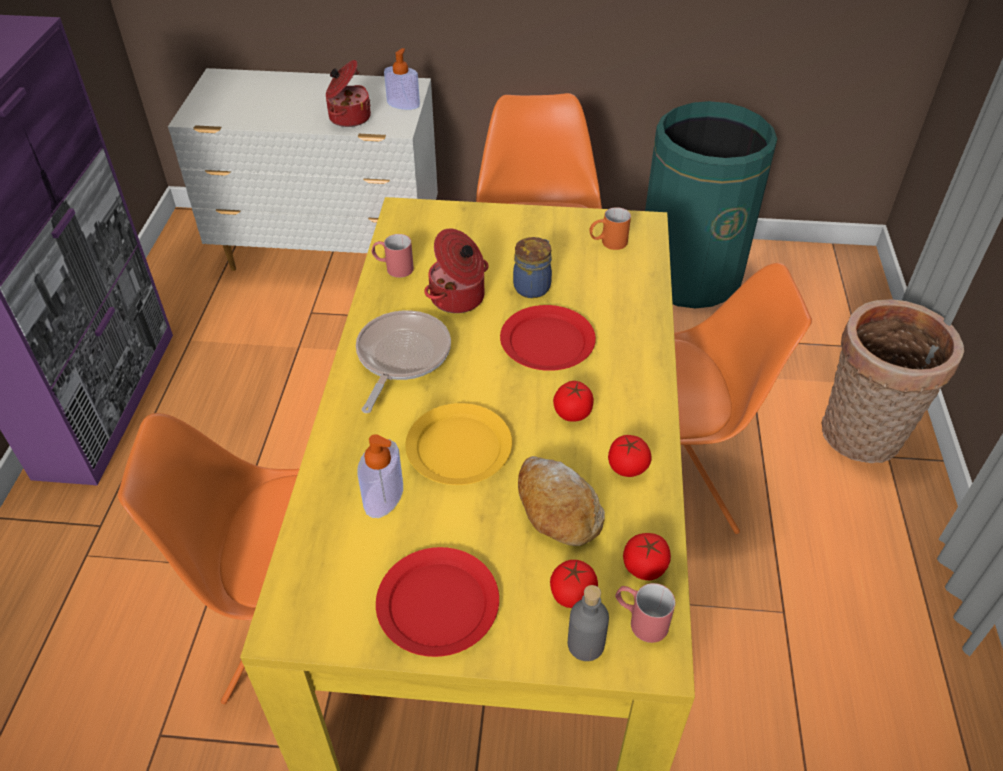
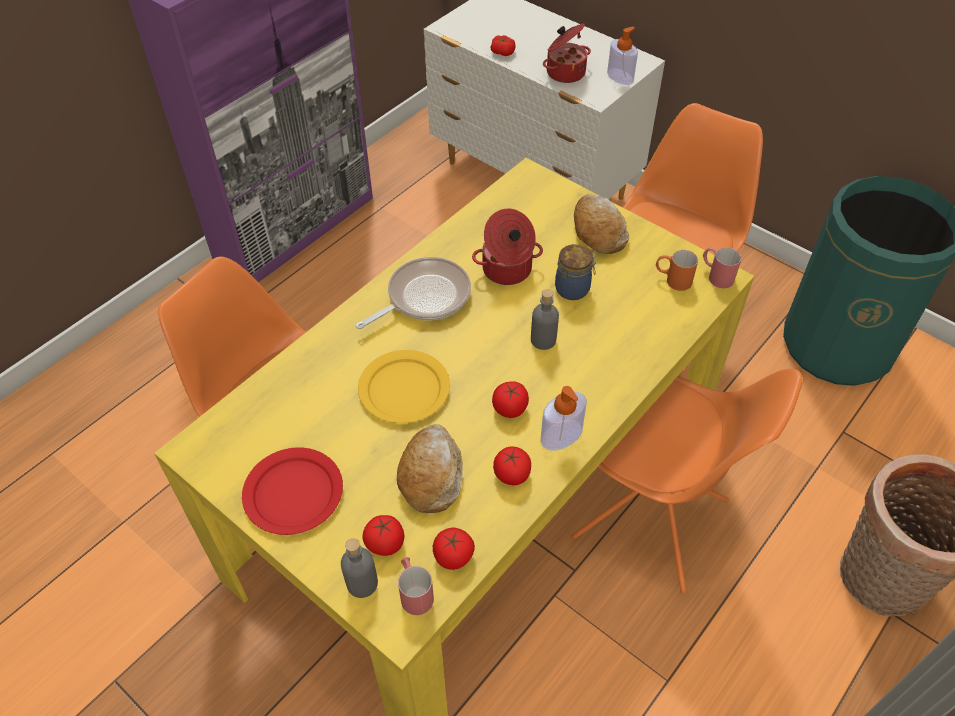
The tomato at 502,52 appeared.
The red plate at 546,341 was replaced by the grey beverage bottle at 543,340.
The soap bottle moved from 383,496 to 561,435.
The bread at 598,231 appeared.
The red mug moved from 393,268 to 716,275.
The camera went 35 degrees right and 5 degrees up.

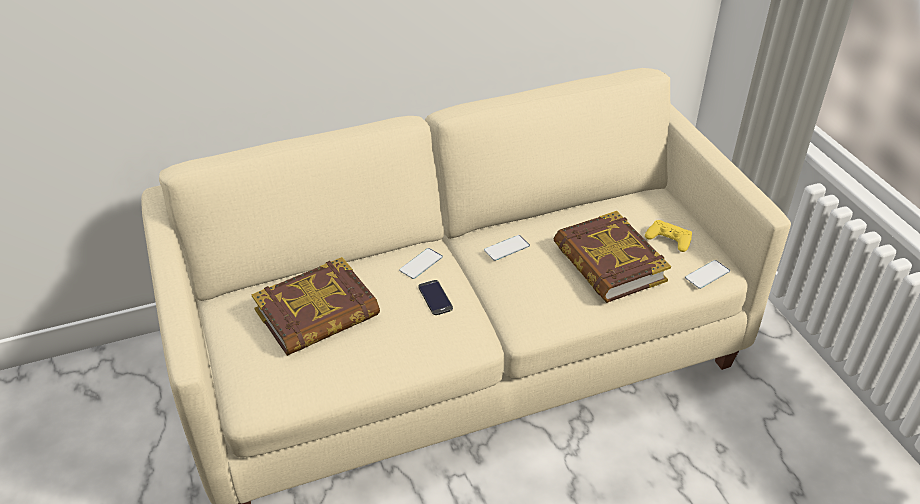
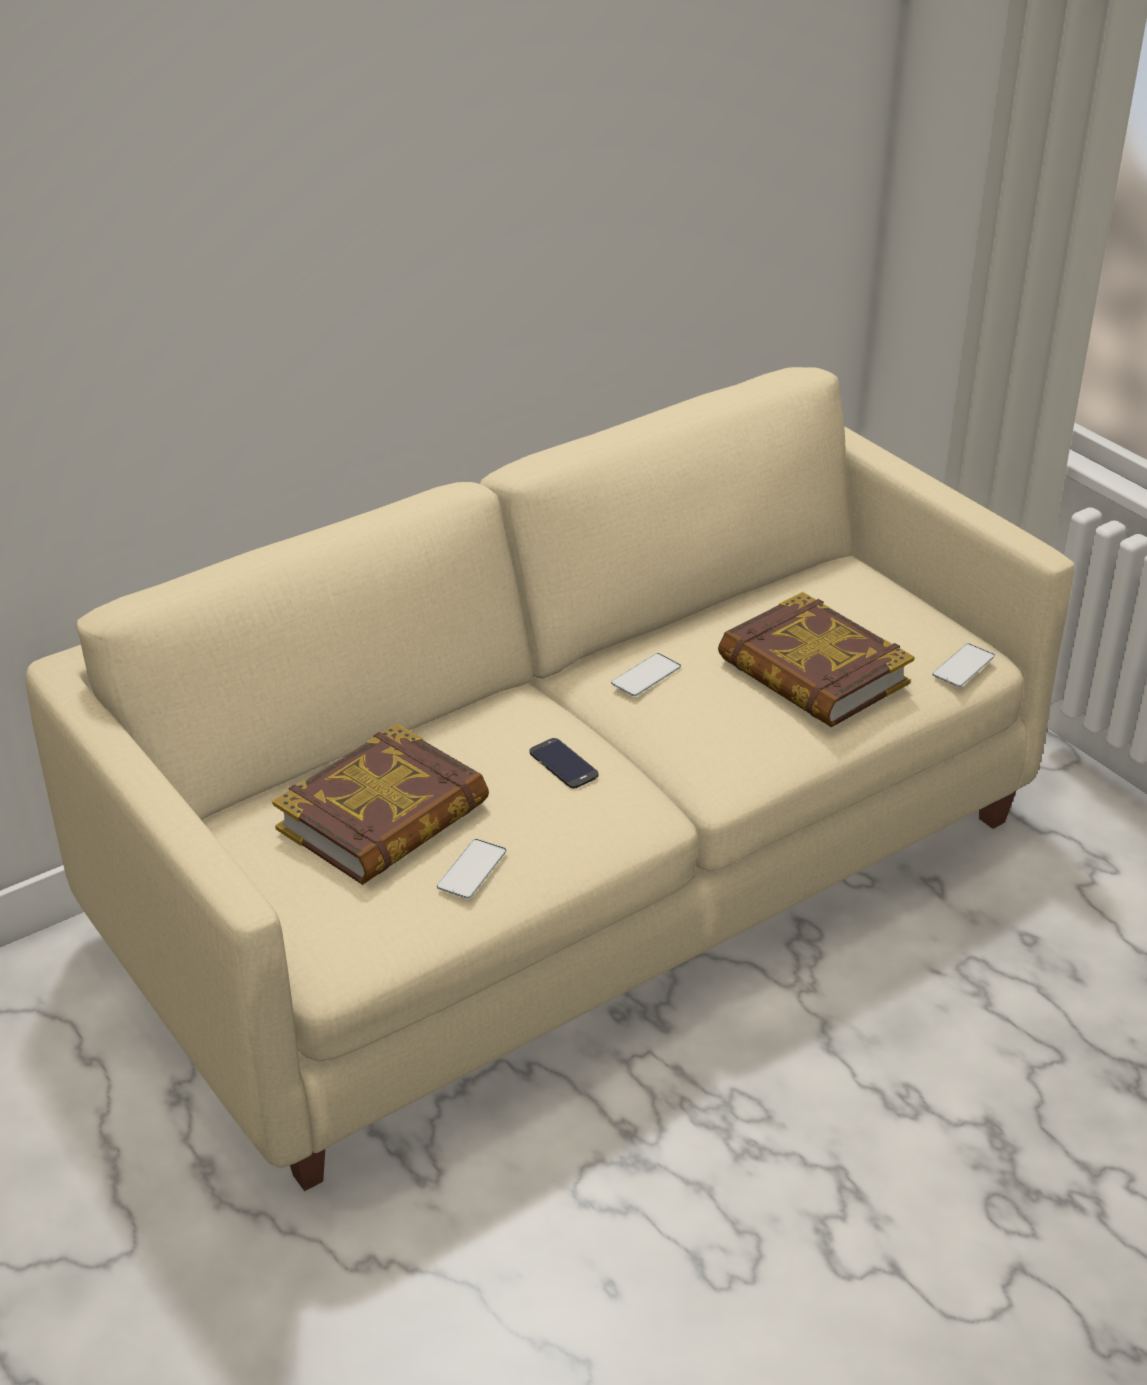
The handset moved from 421,263 to 472,869.
The yellow joypad at 669,239 disappeared.
The camera went 15 degrees left and 5 degrees down.

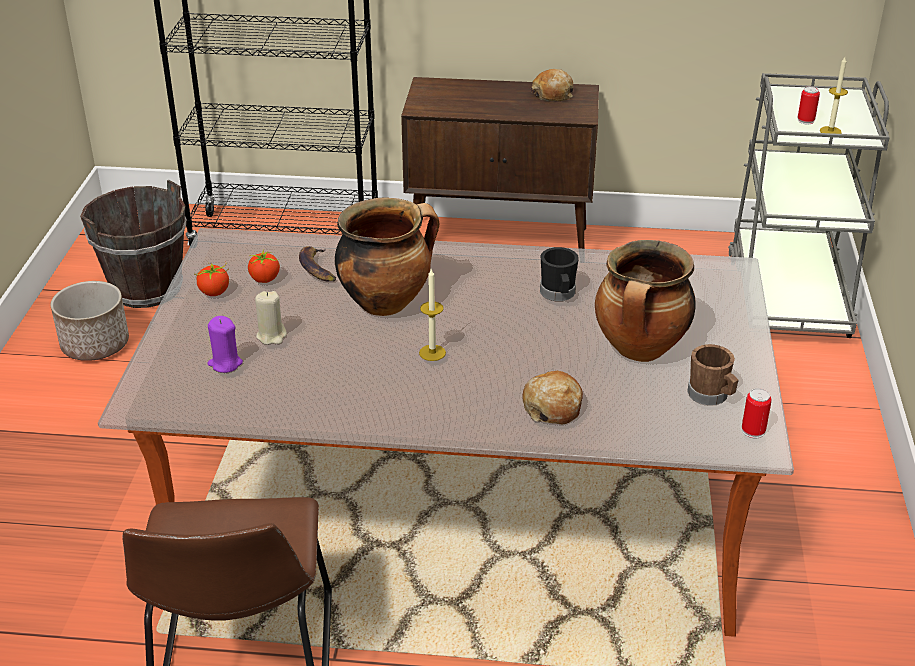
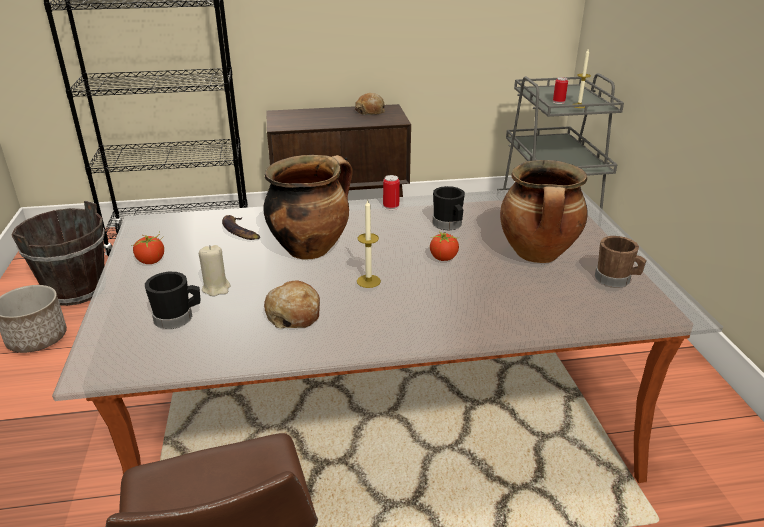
The purple wax light at 225,363 was replaced by the black-coloured mug at 178,318.
The bread moved from 552,407 to 294,314.
The metal can moved from 753,431 to 391,207.
The tomato moved from 265,279 to 443,258.
The camera went 15 degrees left and 5 degrees down.

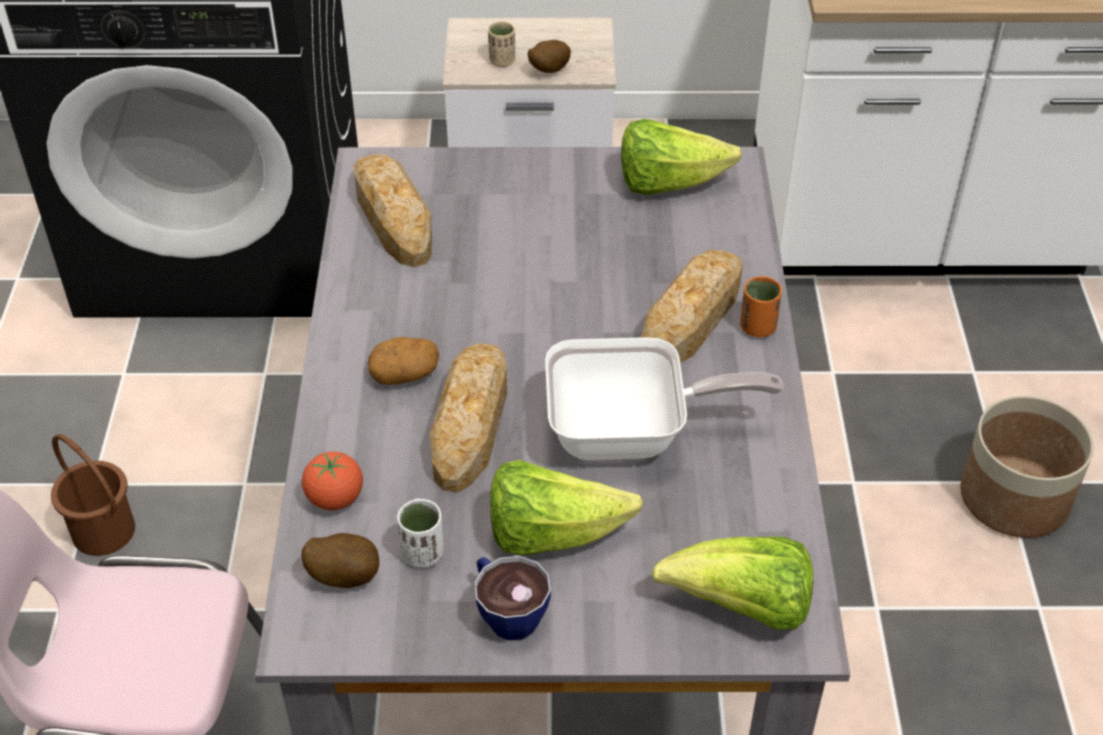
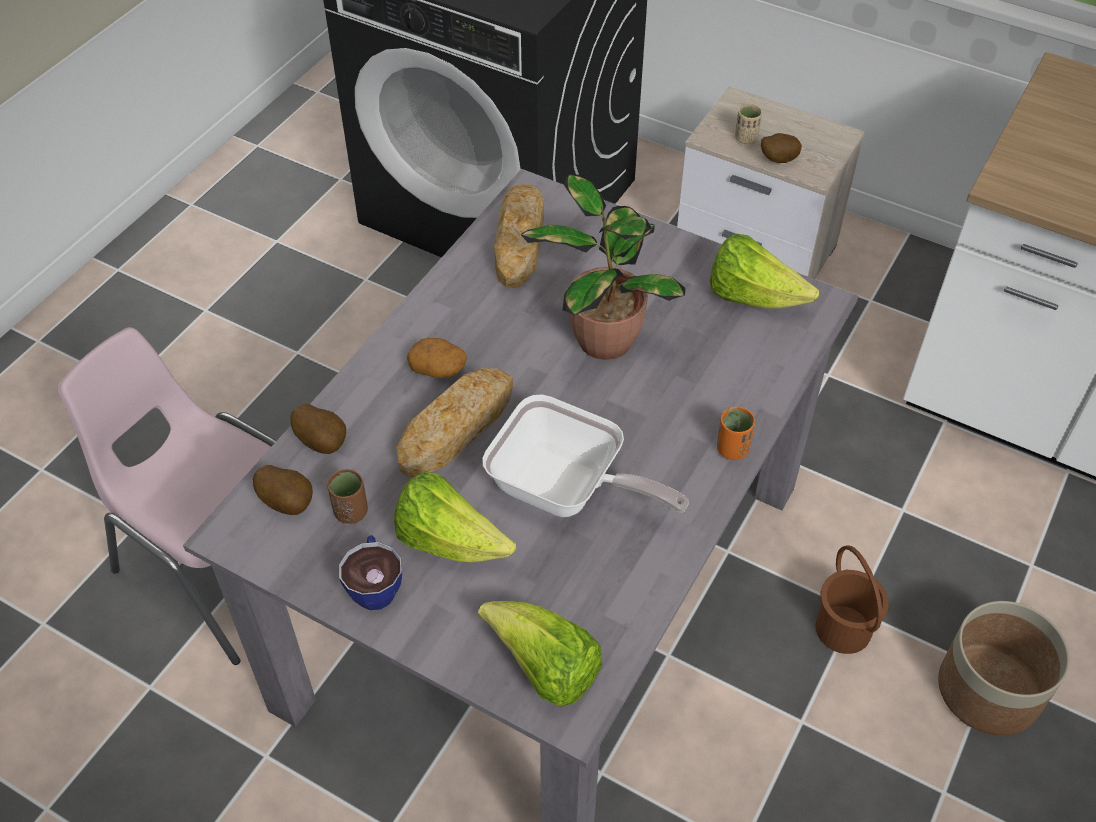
The tomato at 335,498 was replaced by the spud at 323,442.
The white-coloured small cup at 423,553 became the brown small cup at 351,512.
The potted plant at 601,337 appeared.
The brown bucket moved from 104,530 to 844,628.
The bread at 693,316 disappeared.
The camera went 30 degrees right and 5 degrees up.

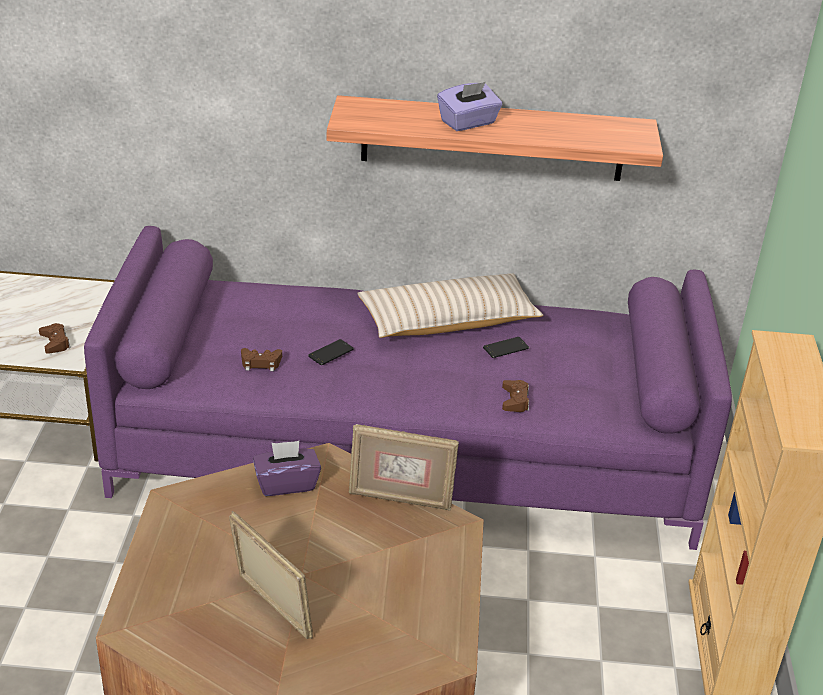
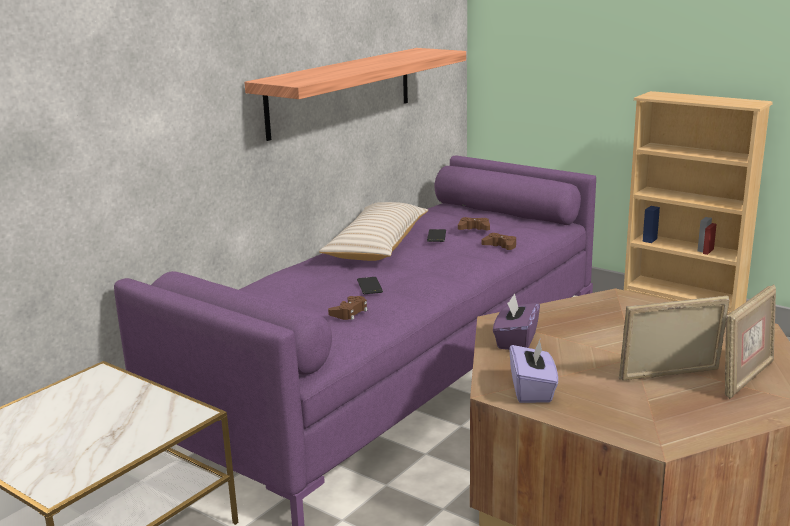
The brown joypad moved from 55,342 to 474,228.
The purple box of tissues moved from 468,123 to 532,390.
The photo frame moved from 400,498 to 746,378.
The camera went 55 degrees left and 15 degrees down.

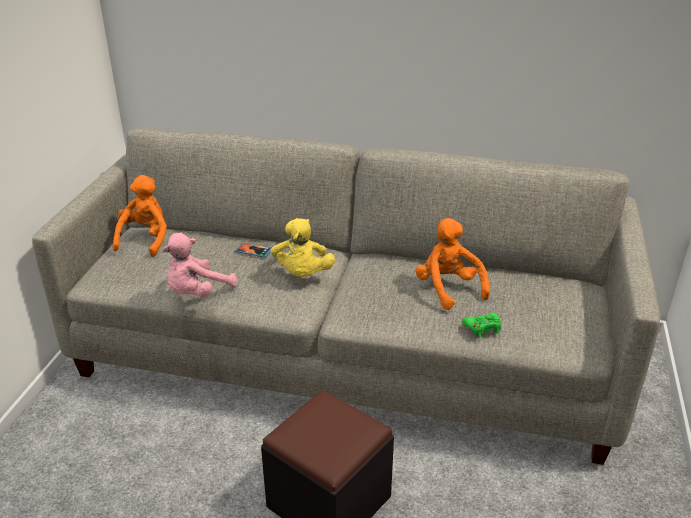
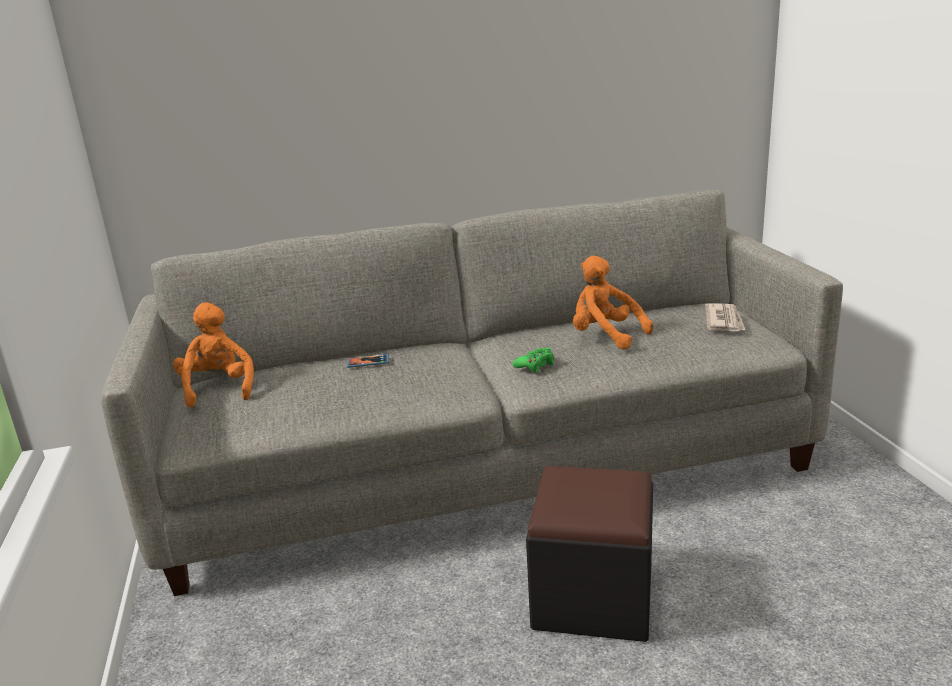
The green-coloured joypad moved from 483,328 to 535,365.
The newspaper at 724,321 appeared.
The pink cuddly toy at 197,293 disappeared.
The yellow cuddly toy at 302,274 disappeared.
The camera went 25 degrees left and 10 degrees down.

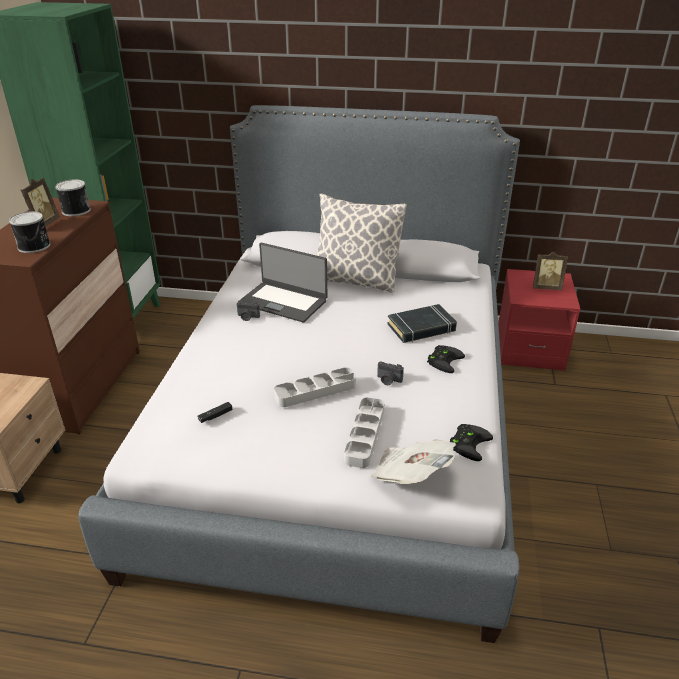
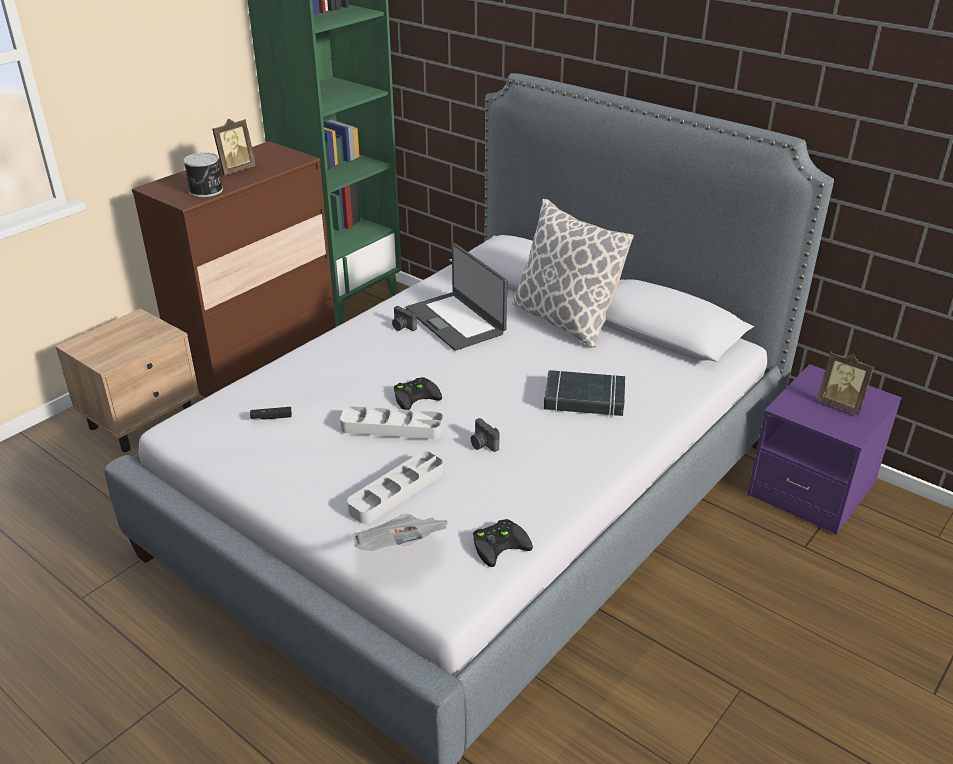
The black-coloured joypad moved from 444,360 to 416,395.
The red night table at 529,349 became the purple night table at 811,489.
The metal can at 75,210 disappeared.
The camera went 30 degrees right and 0 degrees up.

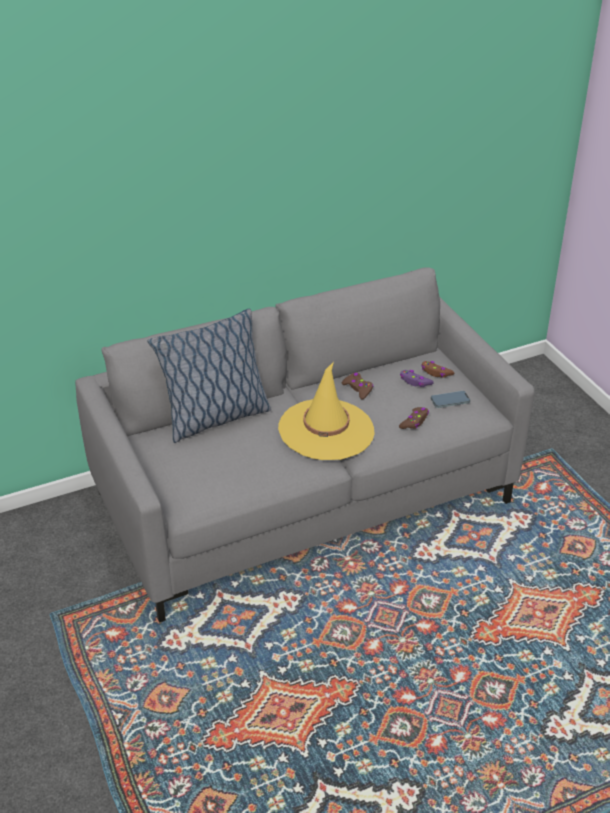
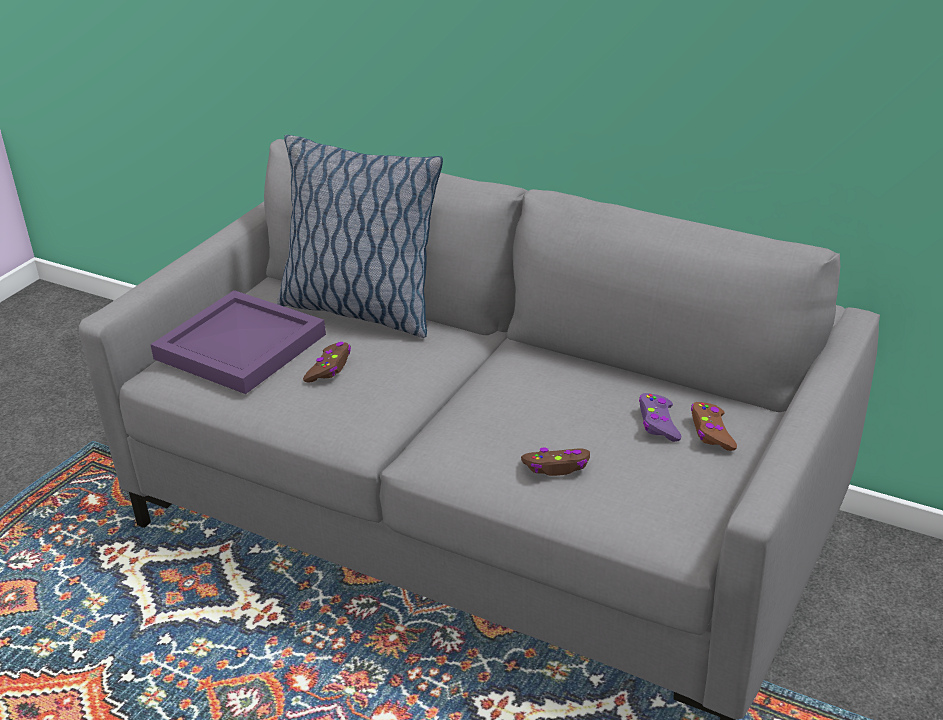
The purple serving tray at 243,346 appeared.
The brown joypad moved from 358,389 to 329,368.
The yellow hat at 326,430 disappeared.
The handset at 450,401 disappeared.
The camera went 55 degrees right and 5 degrees down.

